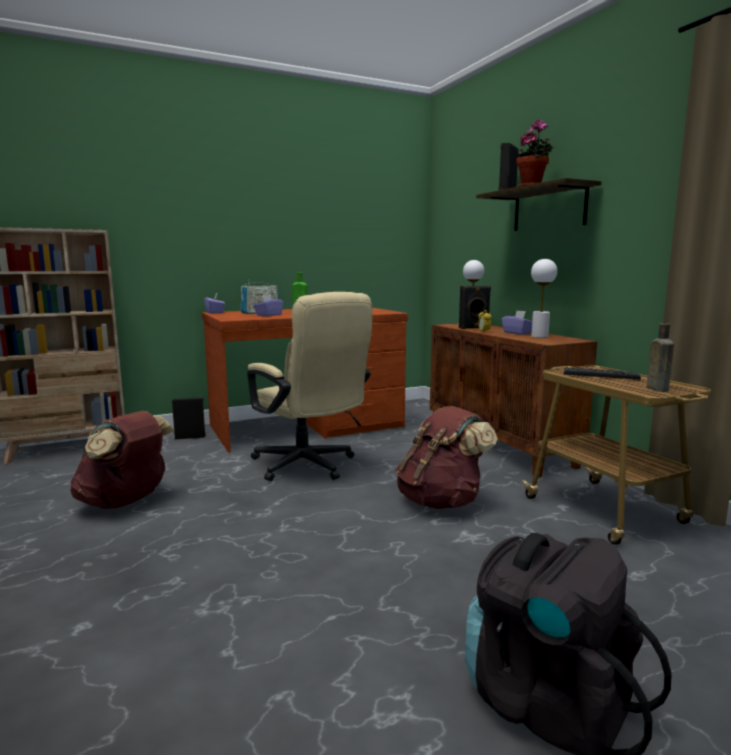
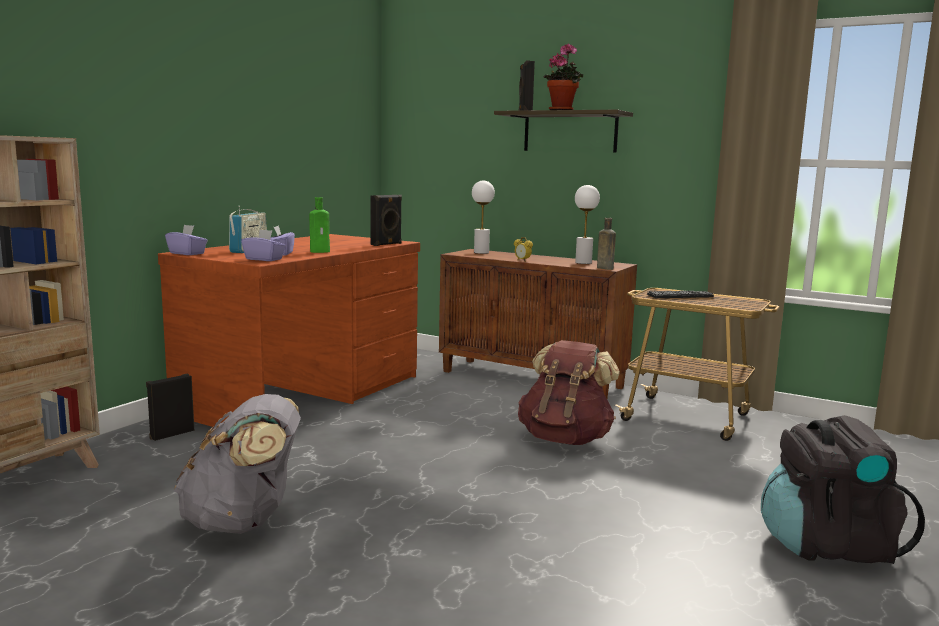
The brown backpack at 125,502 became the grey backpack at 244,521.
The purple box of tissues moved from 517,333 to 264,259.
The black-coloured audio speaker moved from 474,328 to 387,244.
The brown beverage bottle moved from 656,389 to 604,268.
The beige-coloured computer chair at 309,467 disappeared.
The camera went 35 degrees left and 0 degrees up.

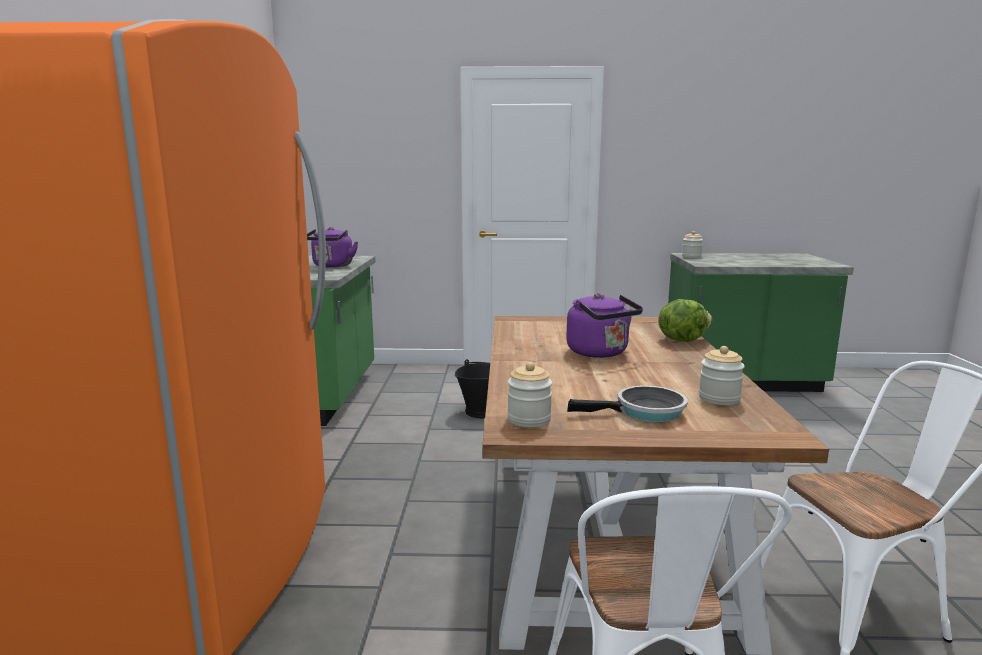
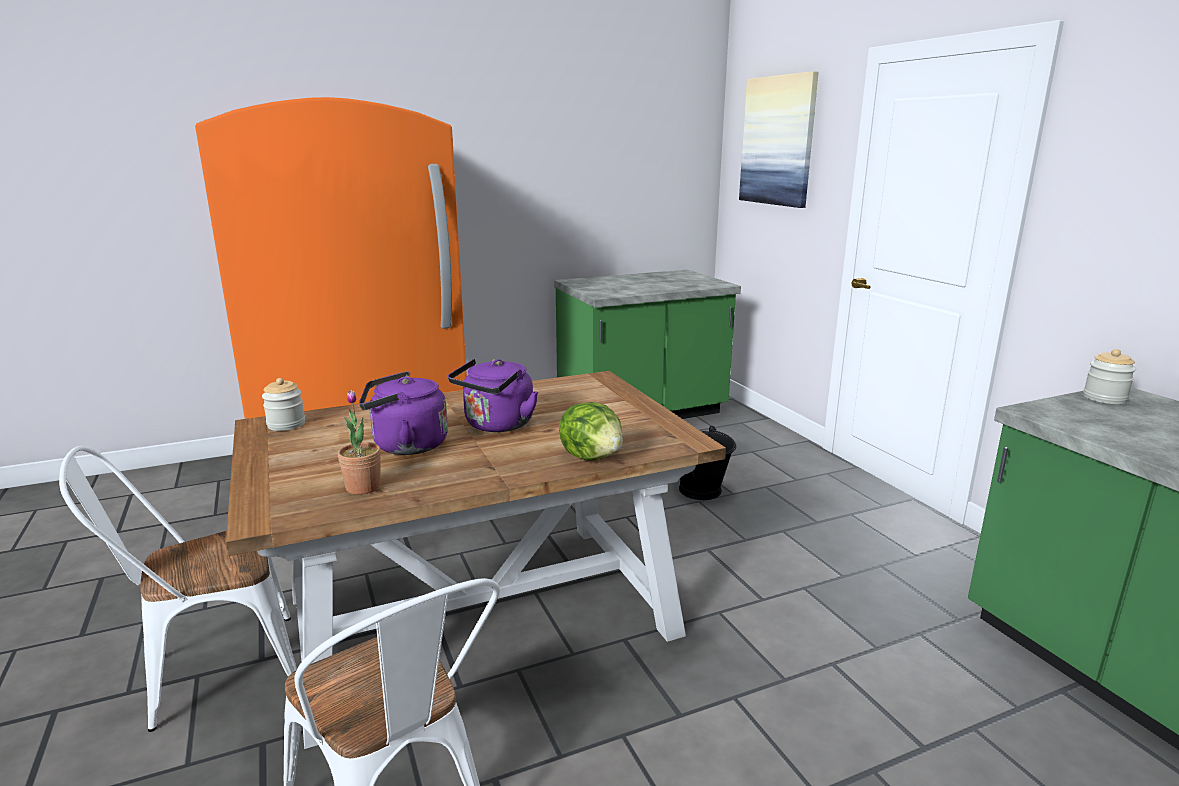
The jar at 719,398 was replaced by the potted plant at 363,487.
The purple kettle moved from 332,266 to 405,446.
The picture at 778,141 appeared.
The pan at 644,412 disappeared.
The camera went 65 degrees right and 5 degrees up.

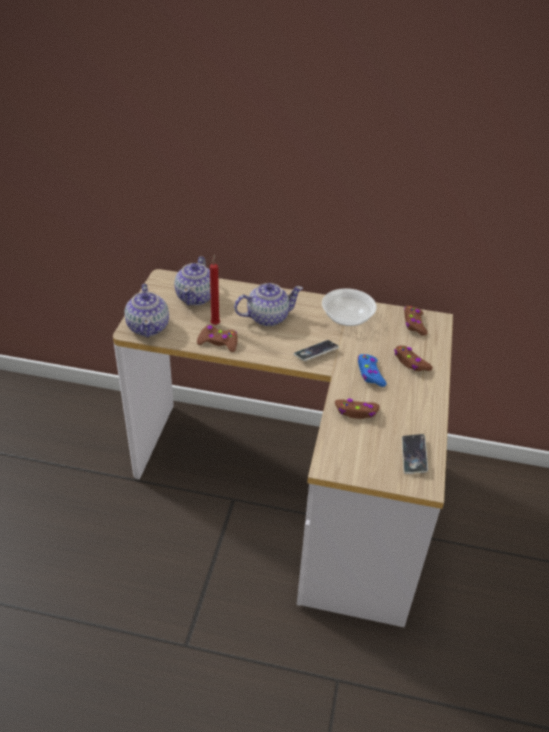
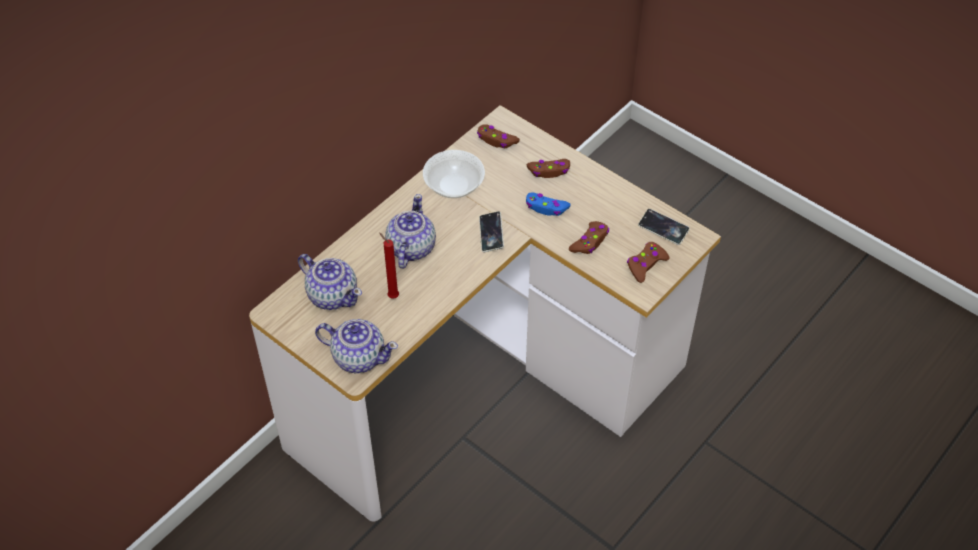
The brown joypad moved from 218,342 to 646,265.
The camera went 60 degrees left and 10 degrees up.

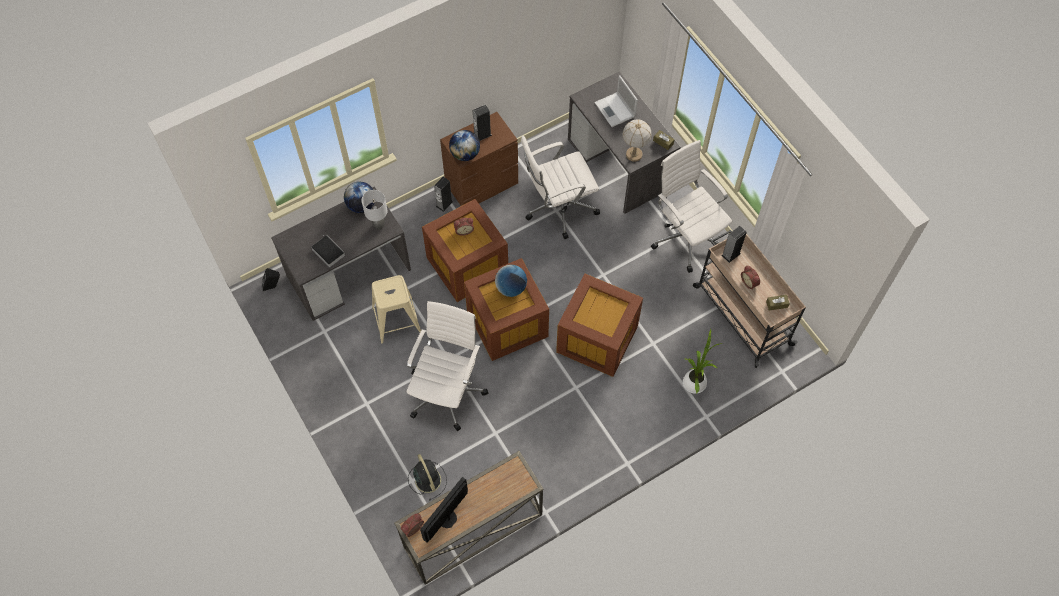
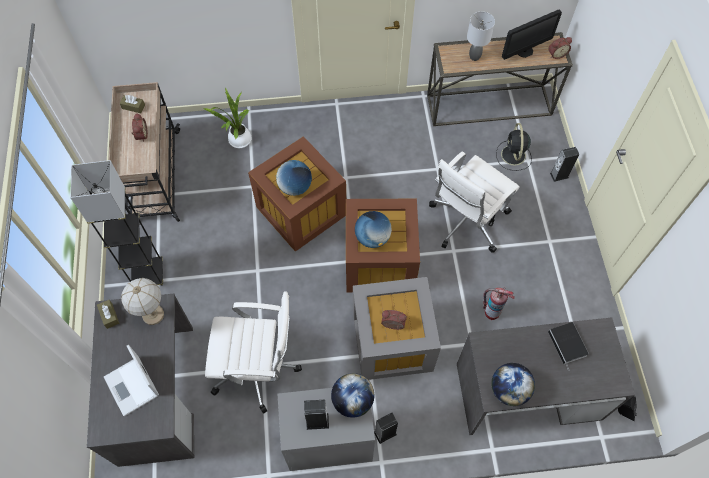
The white-coloured computer chair at 686,236 was replaced by the grey standard lamp at 148,274.
The notebook computer at 615,110 turned 150 degrees clockwise.
The world globe at 295,187 appeared.
The brown chest of drawers at 482,184 became the grey chest of drawers at 328,441.
The brown storage container at 467,264 became the grey storage container at 391,343.
The grey lamp for a table moved from 379,225 to 474,56.
The beige-coloured sitting stool at 397,320 was replaced by the fire-fighting cylinder at 491,312.
The audio speaker moved from 731,254 to 559,175.
The camera went 155 degrees left and 0 degrees up.

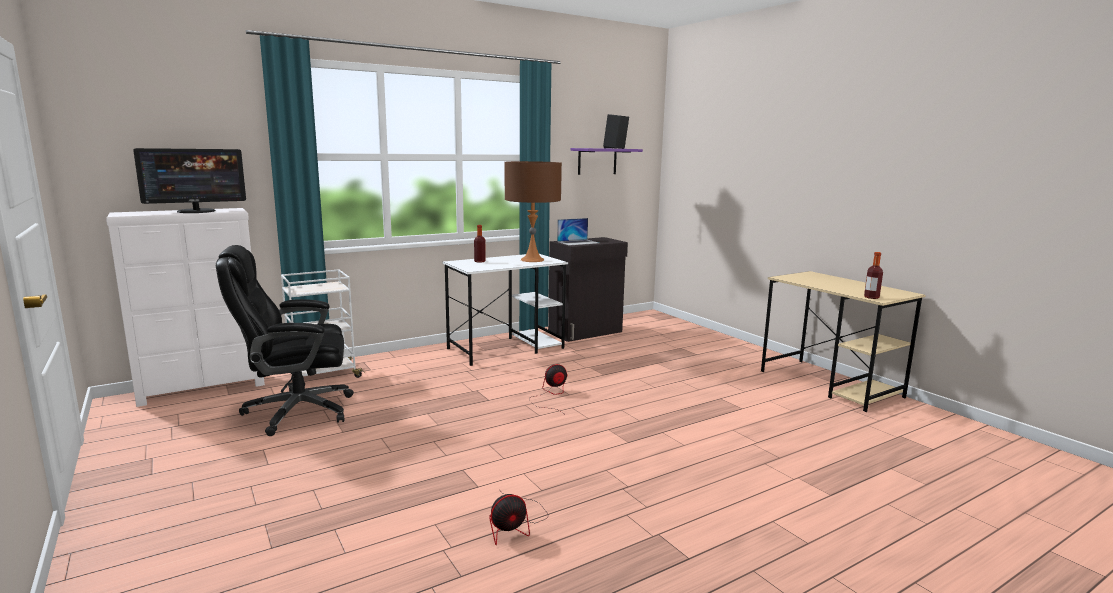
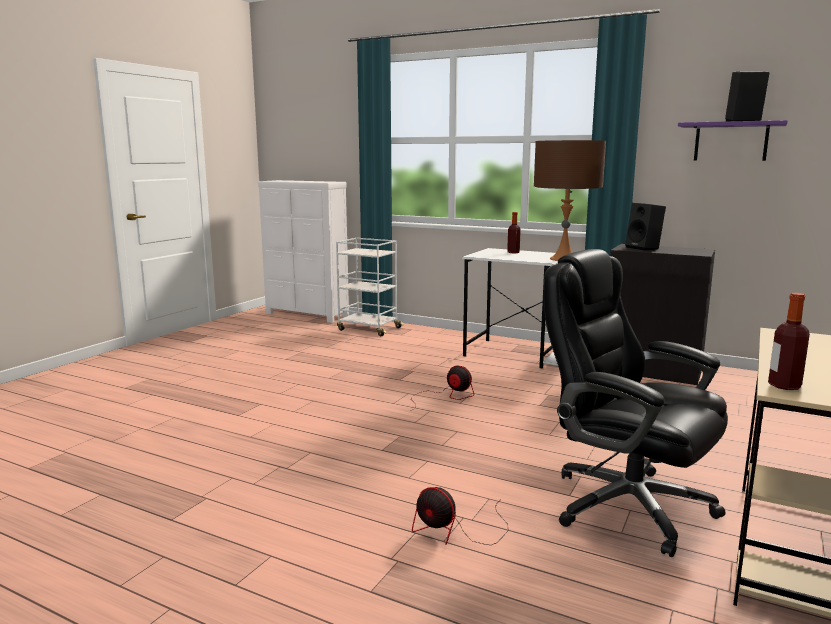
The electric fan moved from 515,524 to 456,531.
The black-coloured computer chair moved from 296,411 to 626,505.
The notebook computer at 578,242 was replaced by the black-coloured audio speaker at 644,248.
The computer display at 197,211 disappeared.
The camera went 60 degrees right and 0 degrees up.

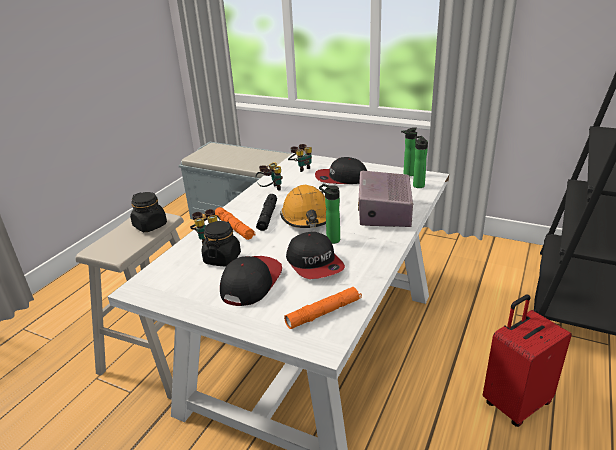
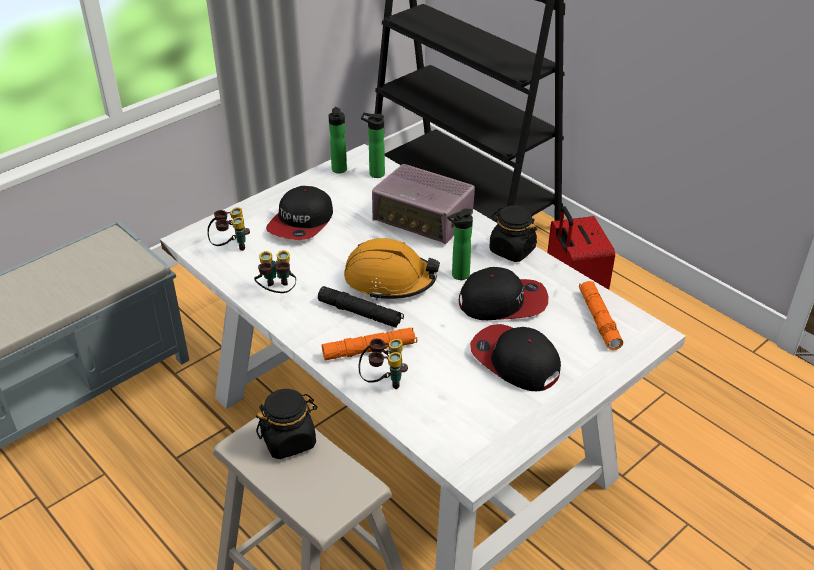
The black-coloured jar moved from 222,258 to 511,250.
The camera went 70 degrees left and 10 degrees up.

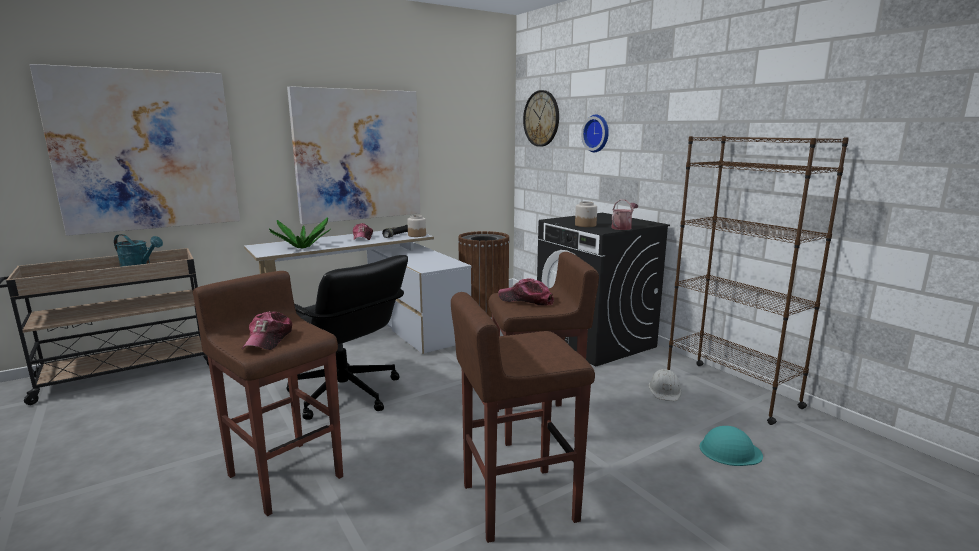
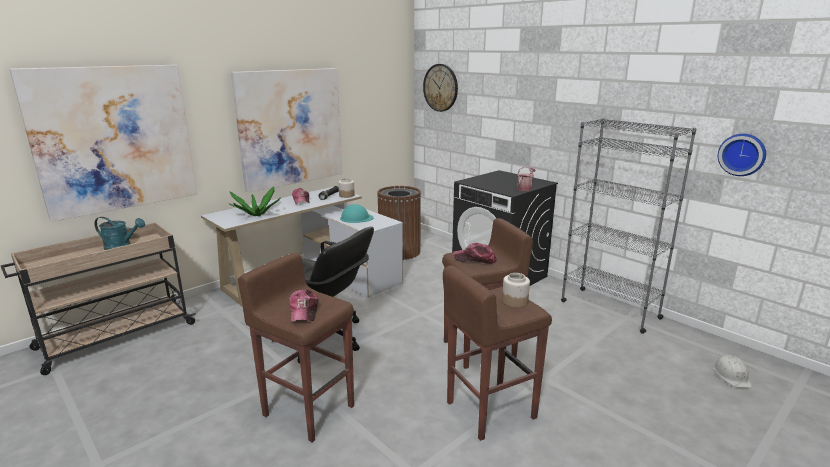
The turquoise-coloured work helmet moved from 730,451 to 356,218.
The jar moved from 585,225 to 515,301.
The brown bookcase at 730,391 became the grey bookcase at 609,309.
The white-coloured work helmet moved from 665,390 to 731,375.
The wall clock moved from 597,133 to 742,154.
The camera went 10 degrees left and 5 degrees up.

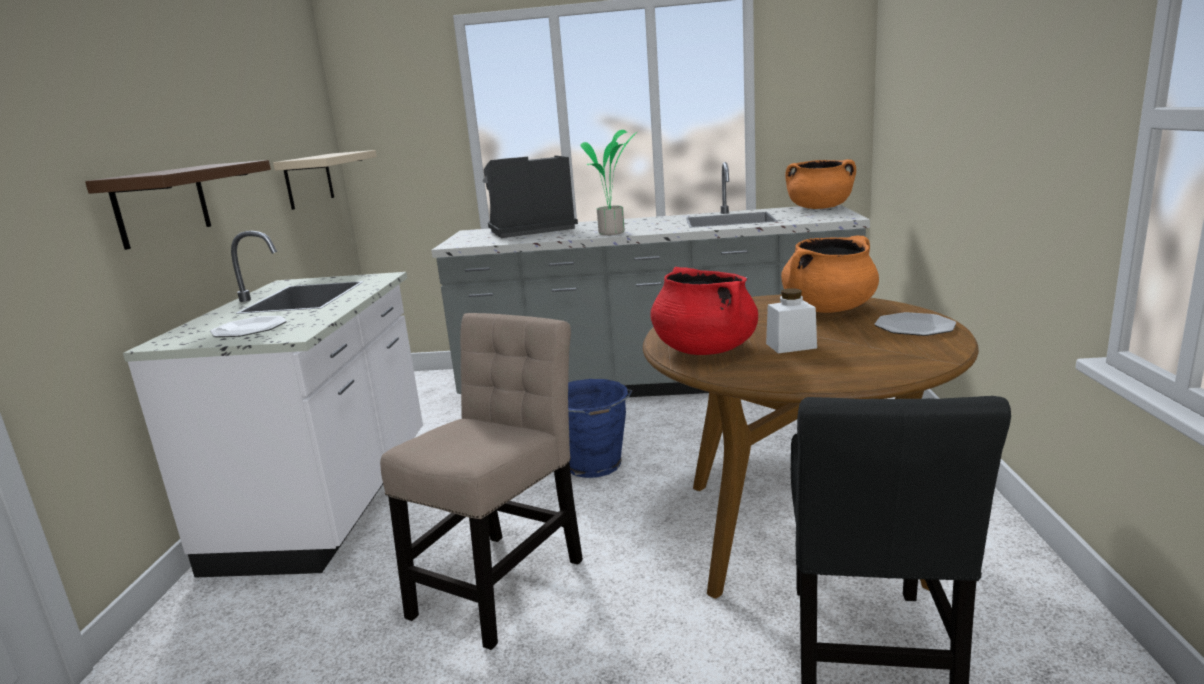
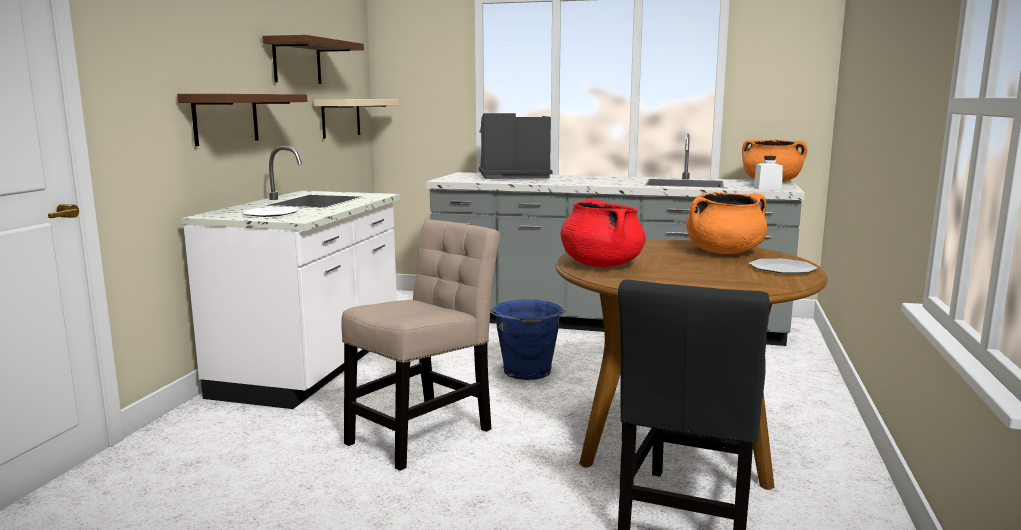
The brown wall shelf at 297,61 appeared.
The white-coloured jar moved from 791,346 to 767,188.
The potted plant at 613,233 disappeared.
The camera went 10 degrees right and 5 degrees down.

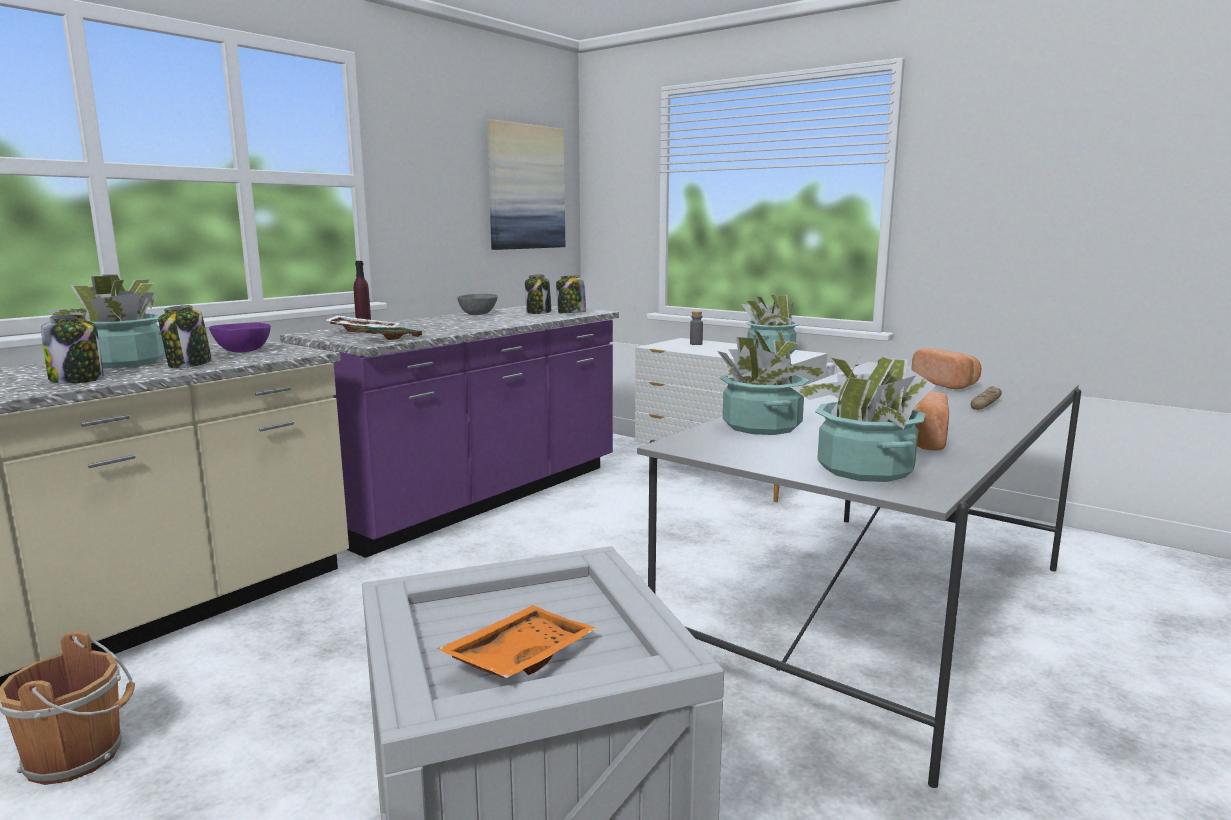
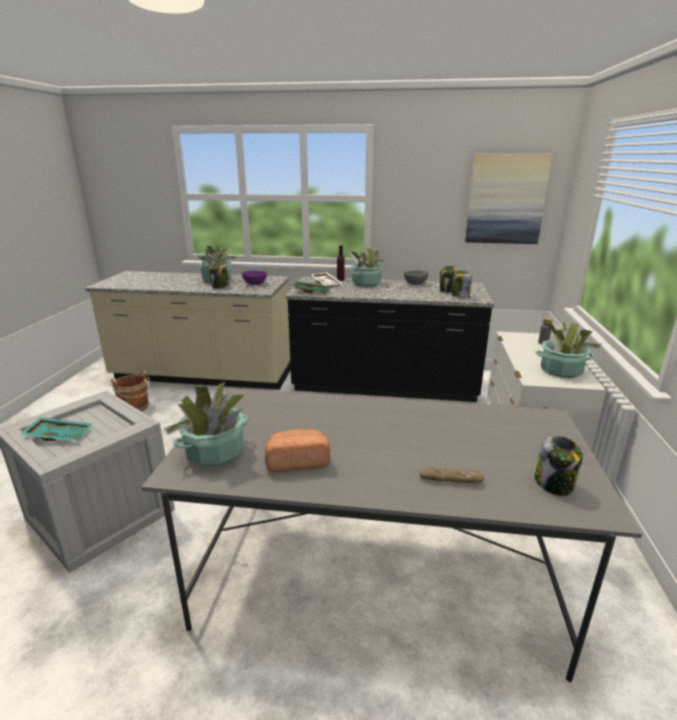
The orange-coloured serving tray at 519,657 became the turquoise-coloured serving tray at 60,435.
The purple kitchen base unit at 476,498 became the black-coloured kitchen base unit at 384,386.
The potted plant moved from 761,426 to 366,283.
The jar moved from 78,380 to 554,484.
The bread at 947,384 disappeared.
The camera went 60 degrees right and 10 degrees up.

